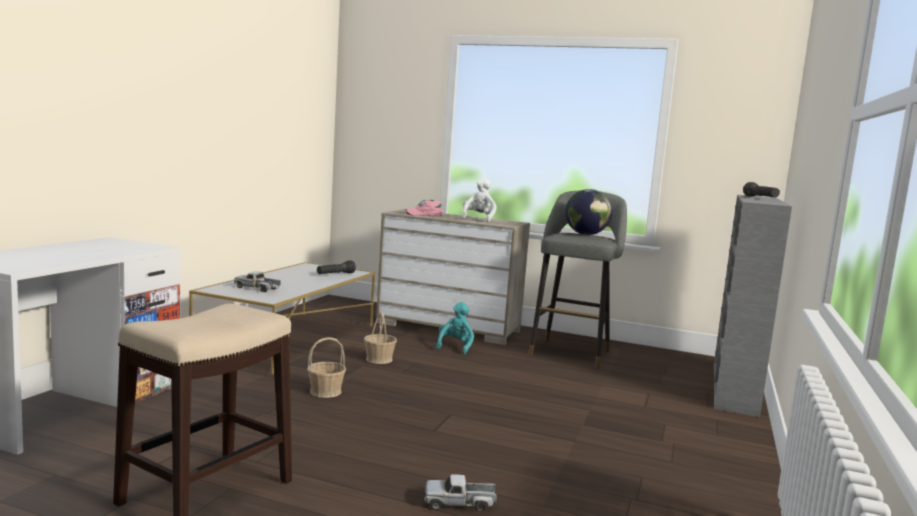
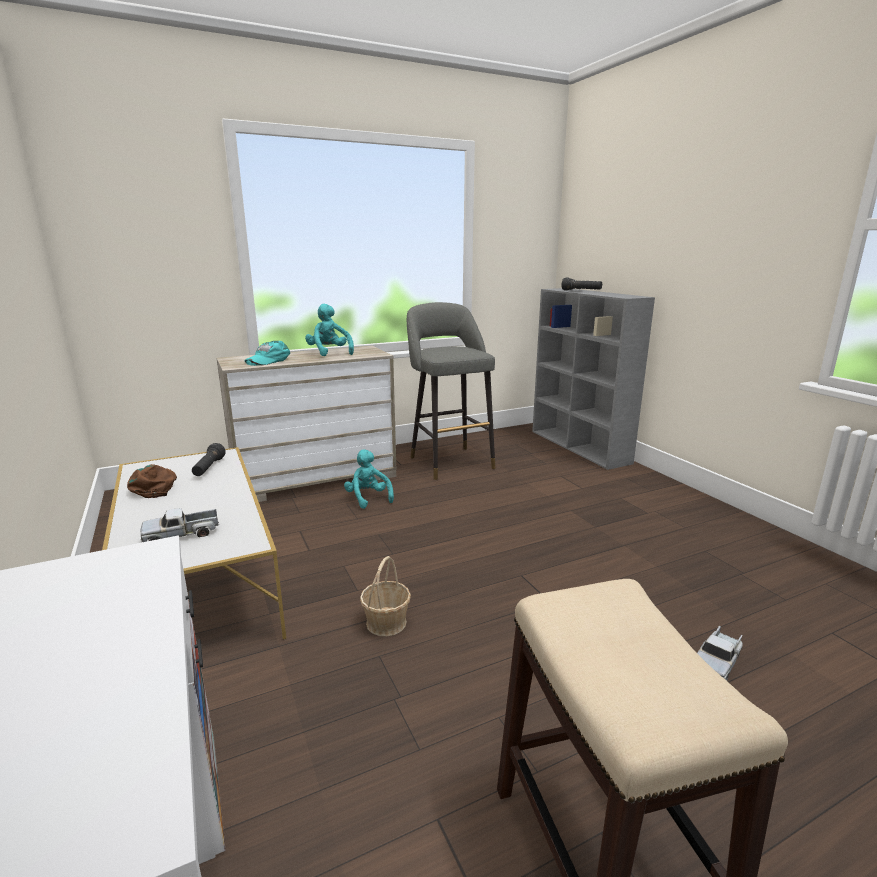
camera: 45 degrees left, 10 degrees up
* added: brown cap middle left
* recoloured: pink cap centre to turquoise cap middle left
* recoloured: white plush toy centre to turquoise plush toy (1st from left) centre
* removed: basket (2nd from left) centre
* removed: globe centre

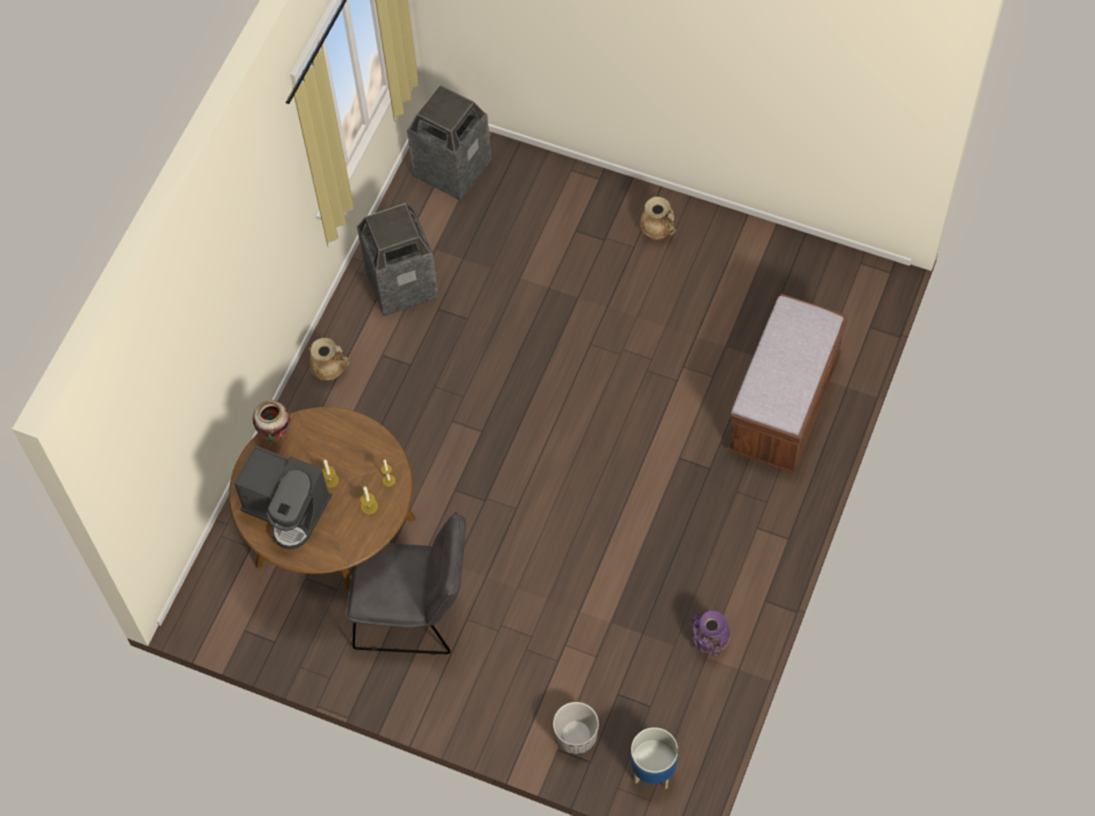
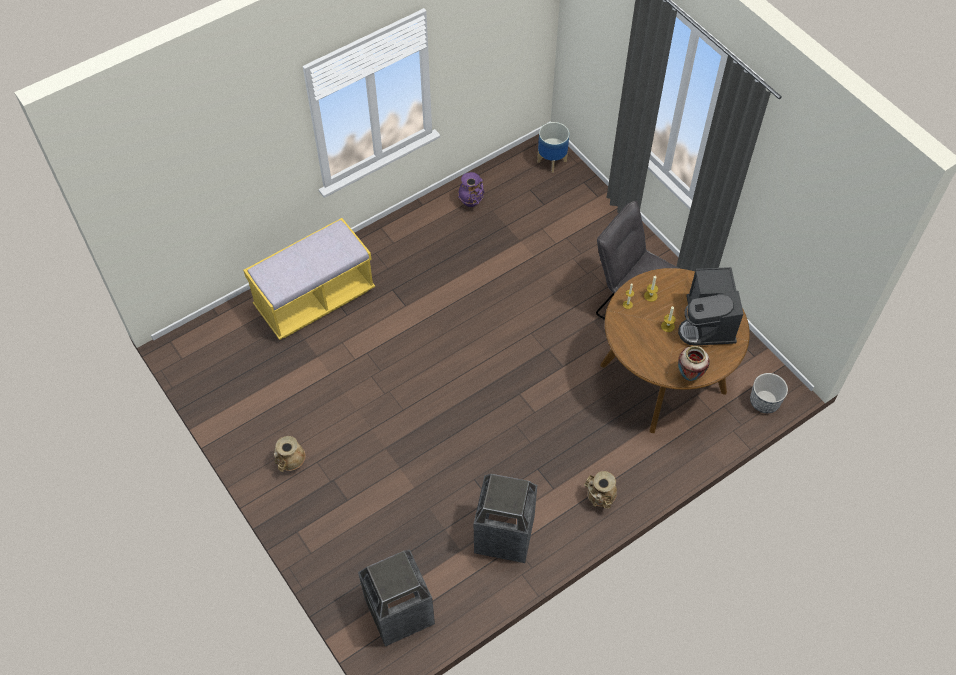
camera: 150 degrees left, 5 degrees down
* recoloured: brown bench middle right to yellow bench middle left
* turned: coffee machine middle left = middle right 150 degrees counterclockwise
* moved: planter (1st from left in the first image) bottom centre to planter (2nd from left) middle right

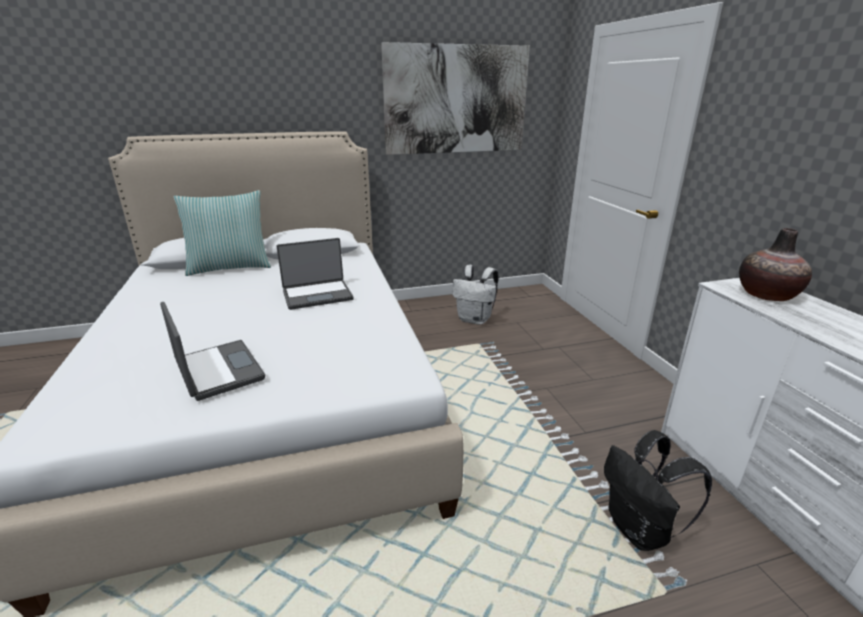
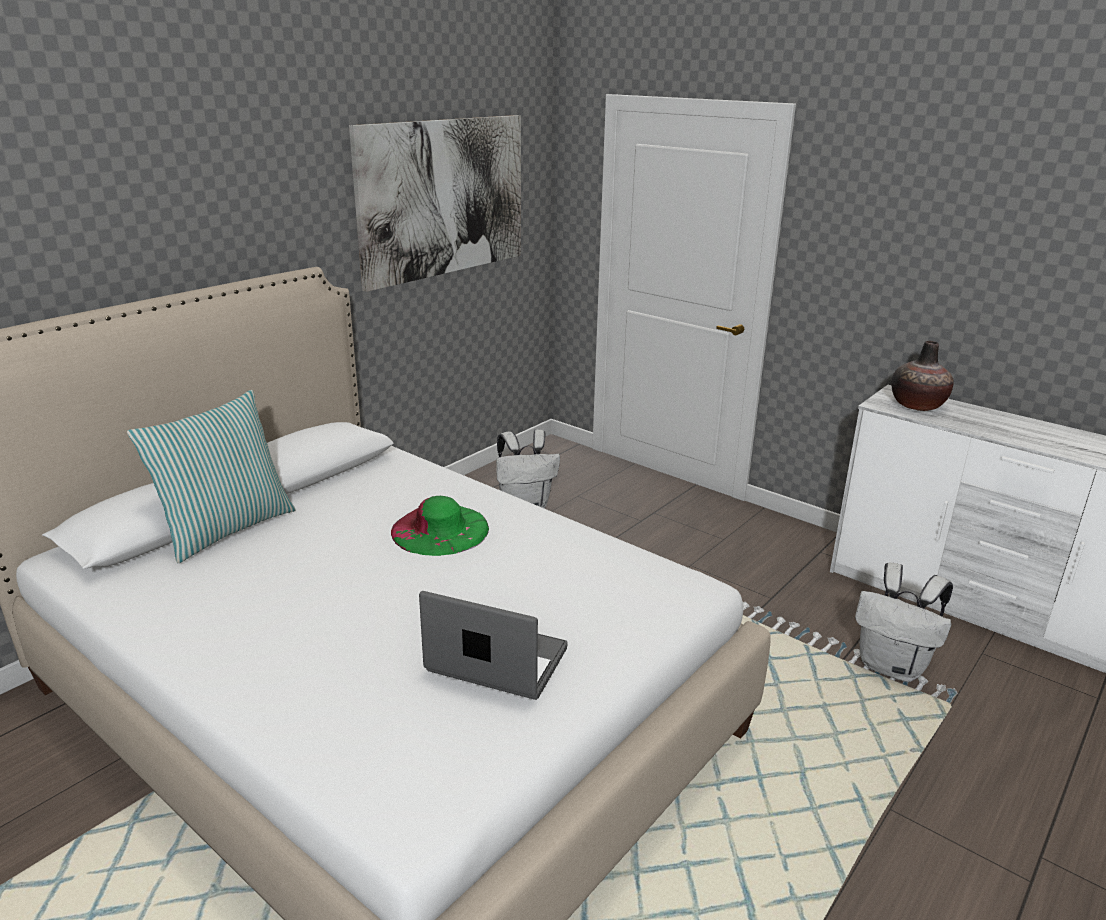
camera: 35 degrees left, 0 degrees up
* replaced: laptop (2nd from left) centre to green hat centre
* recoloured: black backpack bottom right to white backpack (2nd from left) bottom right

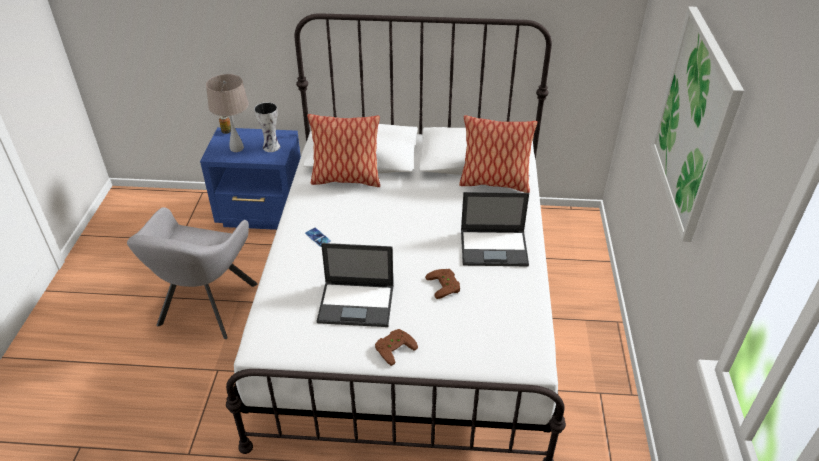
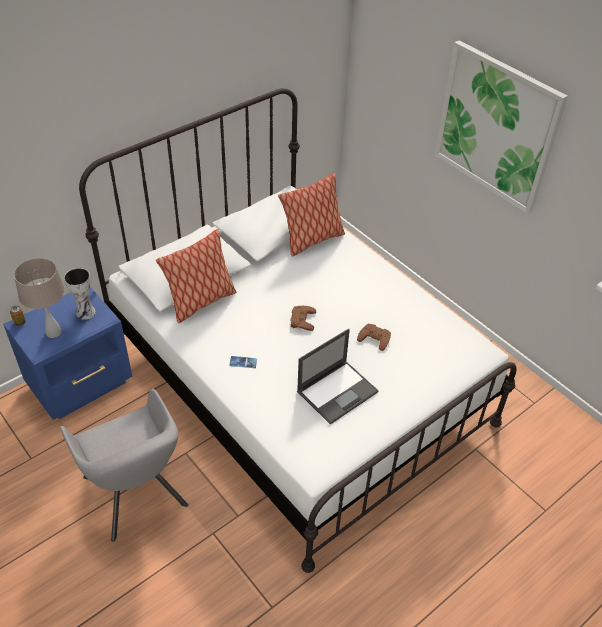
camera: 45 degrees left, 5 degrees up
* moved: brown game controller (1st from left) bottom centre to centre
* removed: laptop (2nd from left) centre

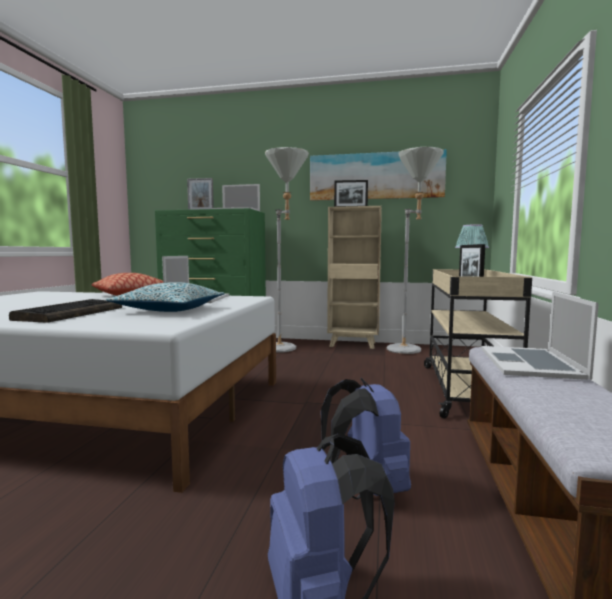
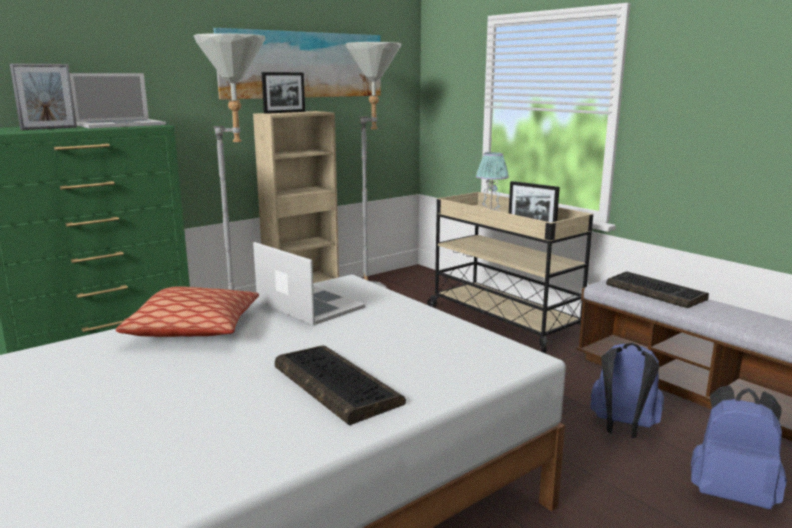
camera: 50 degrees left, 10 degrees up
* replaced: laptop (3rd from left) middle right to keyboard (2nd from left) middle right
* removed: pillow (2nd from left) middle left

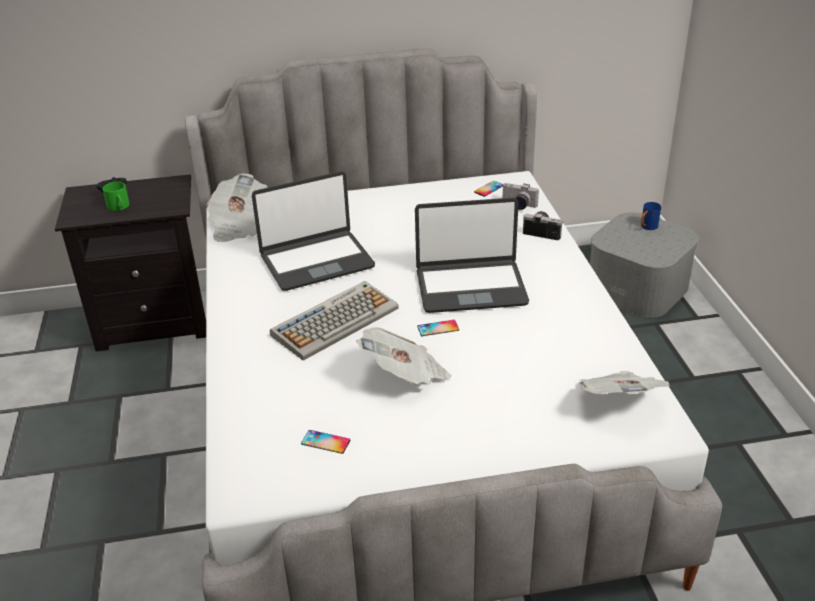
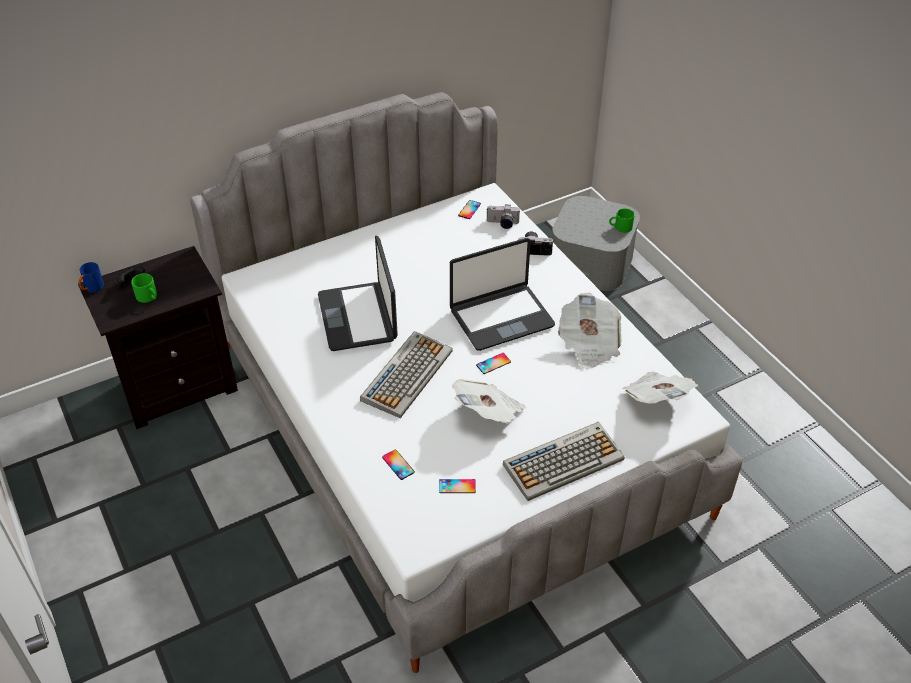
camera: 20 degrees left, 10 degrees up
* moved: blue mug middle right to middle left
* turned: laptop (1st from left) centre = centre 120 degrees clockwise
* added: phone (1st from left) bottom centre
* added: keyboard (2nd from left) bottom centre
* moved: newspaper (1st from left in the first image) middle left to newspaper (2nd from left) centre
* added: green mug (2nd from left) top right

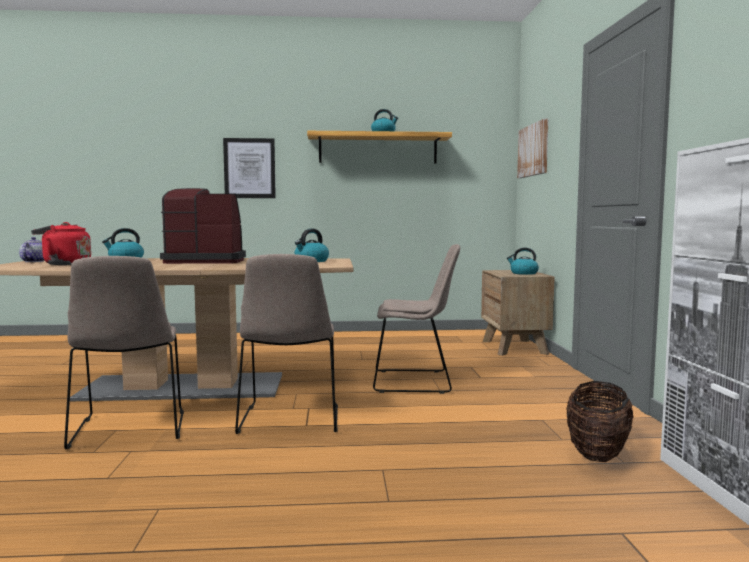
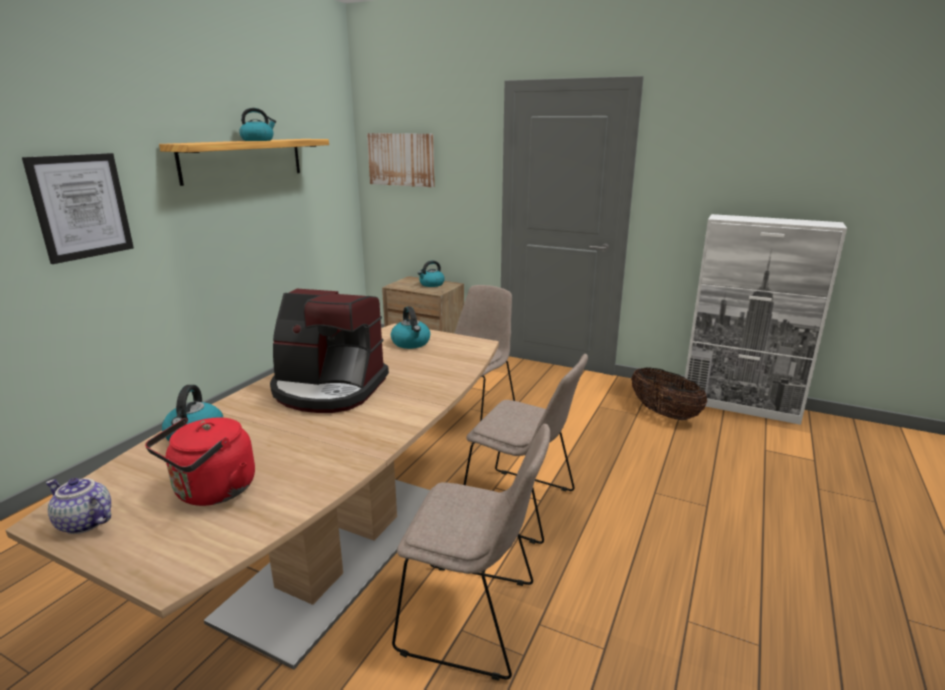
camera: 60 degrees left, 15 degrees up
* turned: coffee machine middle left = centre 105 degrees counterclockwise

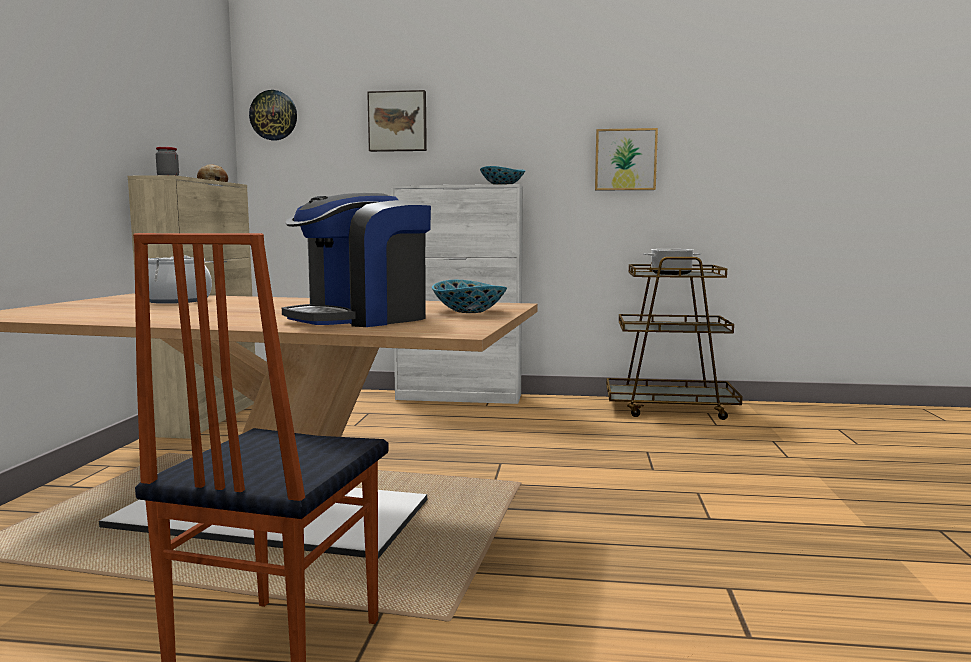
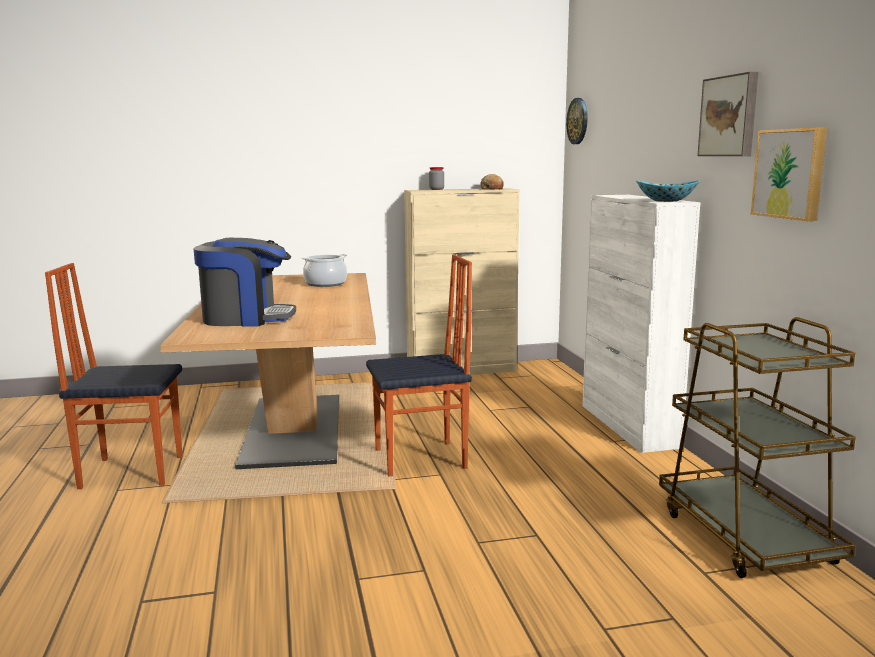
camera: 70 degrees right, 5 degrees up
* turned: coffee machine centre = middle left 150 degrees clockwise
* added: chair (2nd from left) centre
* moved: picture (1st from left) top centre to top right
* removed: bowl (1st from left) centre
* removed: cooking pot (2nd from left) middle right

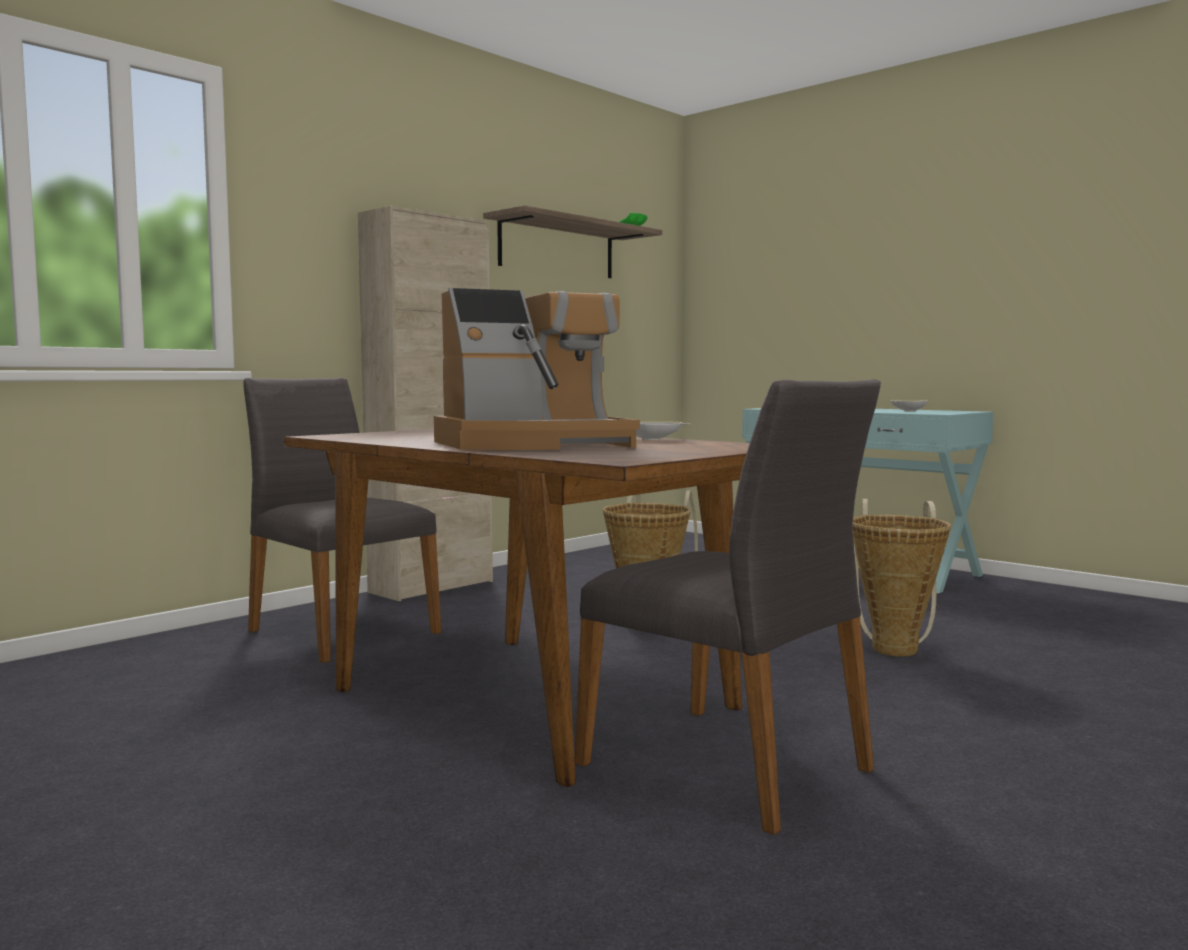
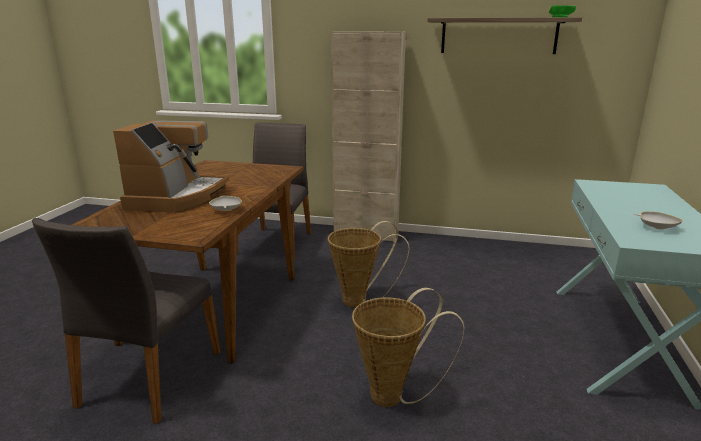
camera: 60 degrees right, 15 degrees up
* turned: coffee machine centre = middle left 120 degrees counterclockwise

